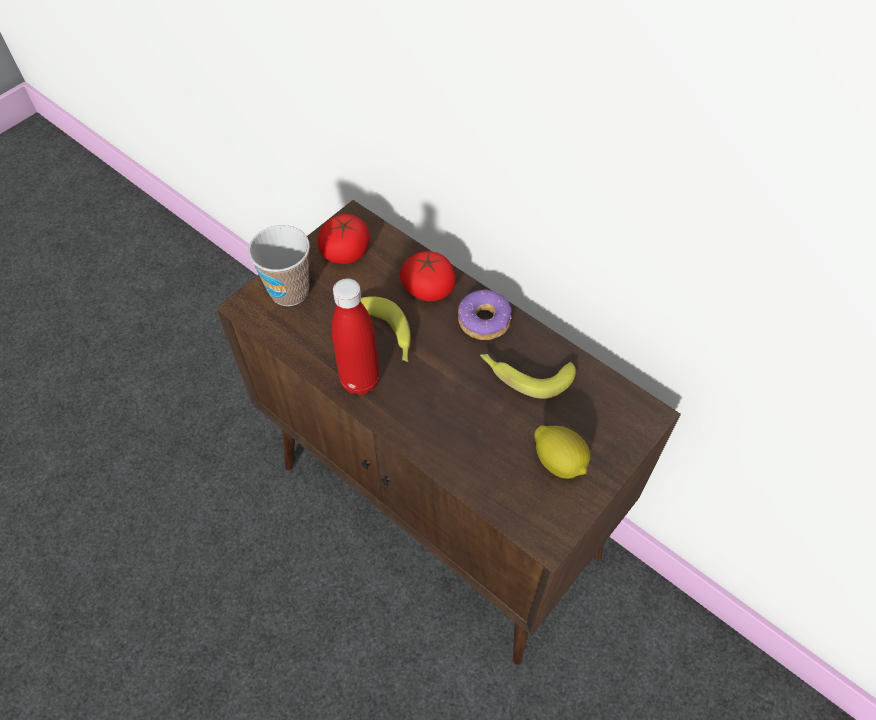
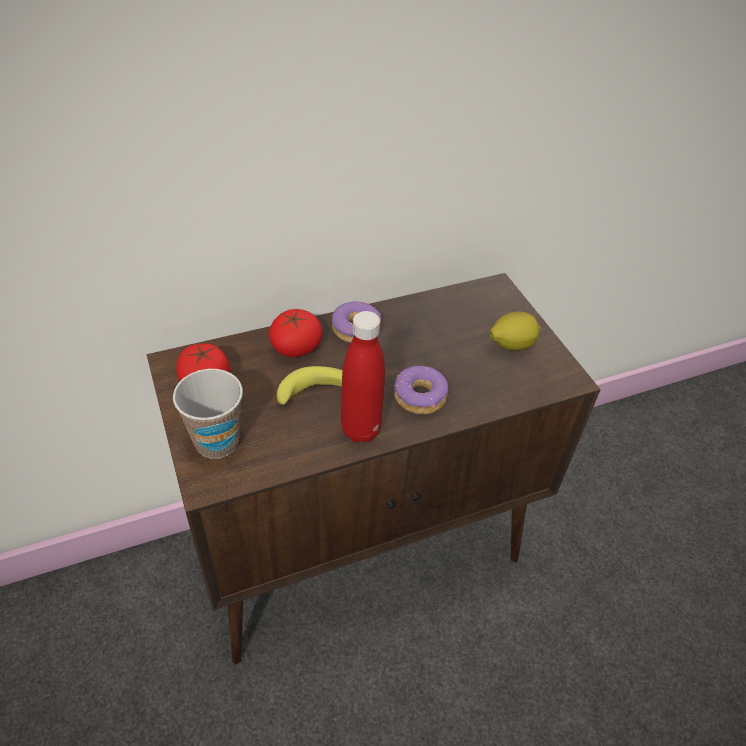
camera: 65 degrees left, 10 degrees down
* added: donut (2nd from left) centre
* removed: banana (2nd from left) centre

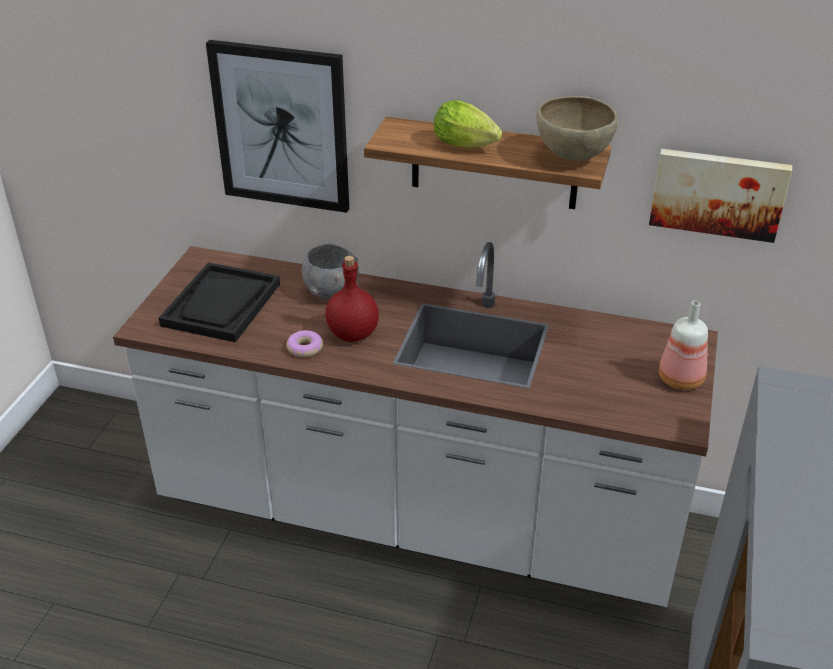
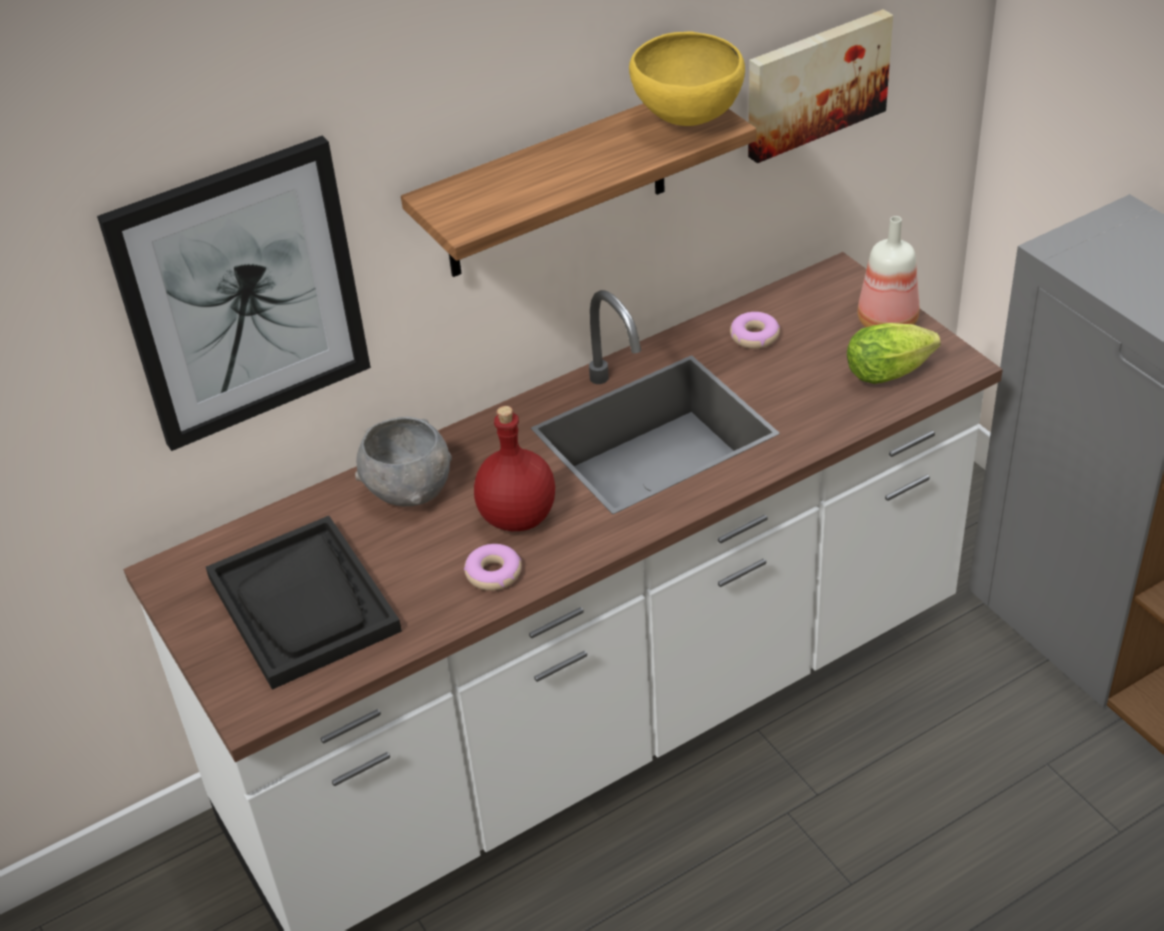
camera: 45 degrees left, 5 degrees up
* recoloured: brown bowl top right to yellow bowl top centre
* added: donut (2nd from left) centre
* moved: lettuce top centre to middle right

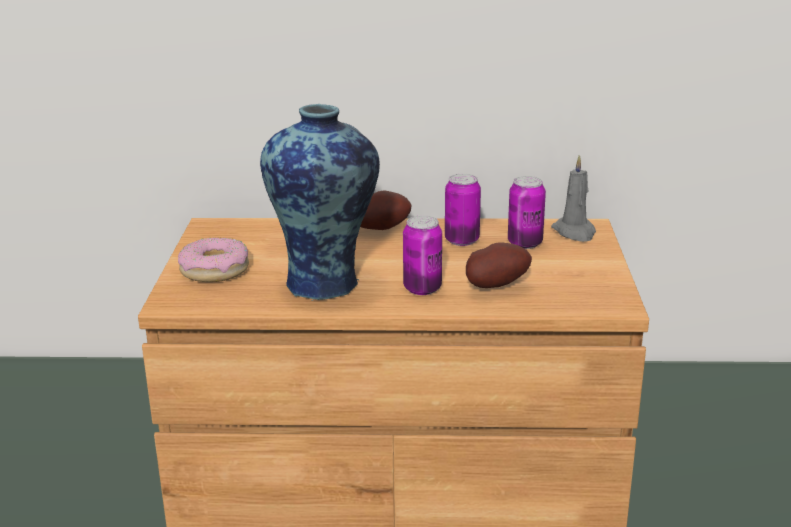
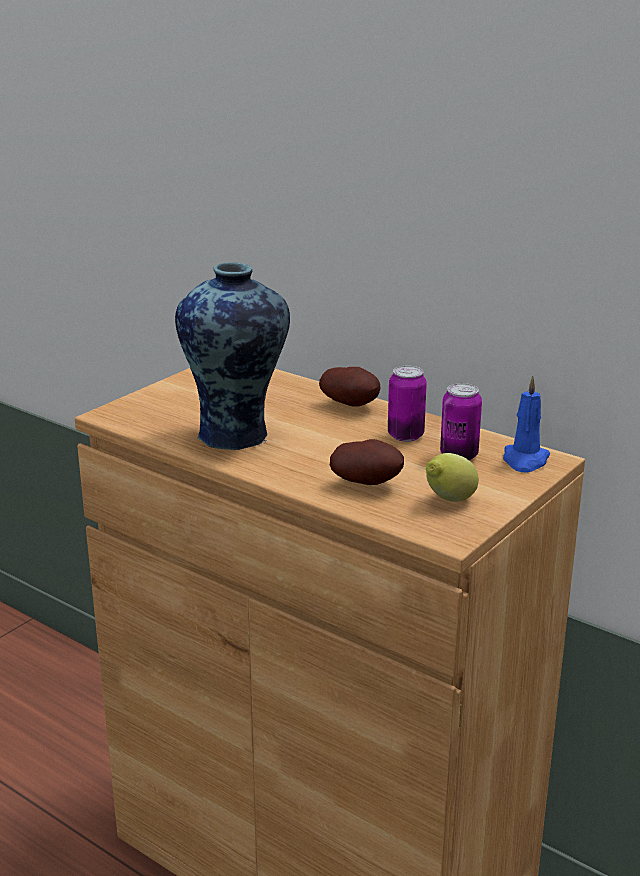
camera: 35 degrees right, 0 degrees up
* added: lemon middle right
* recoloured: grey candle middle right to blue candle middle right
* removed: donut middle left
* removed: can (1st from left) centre

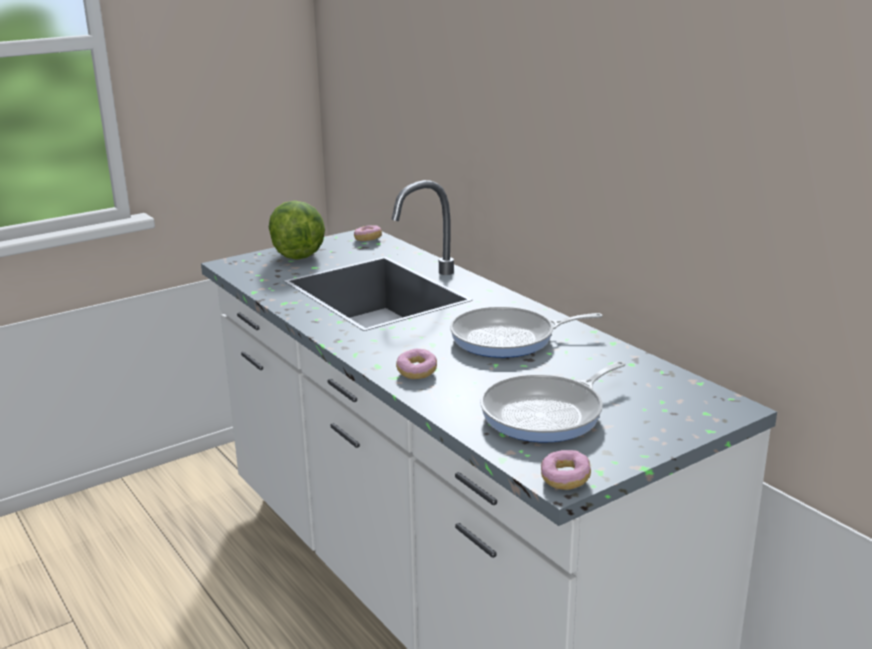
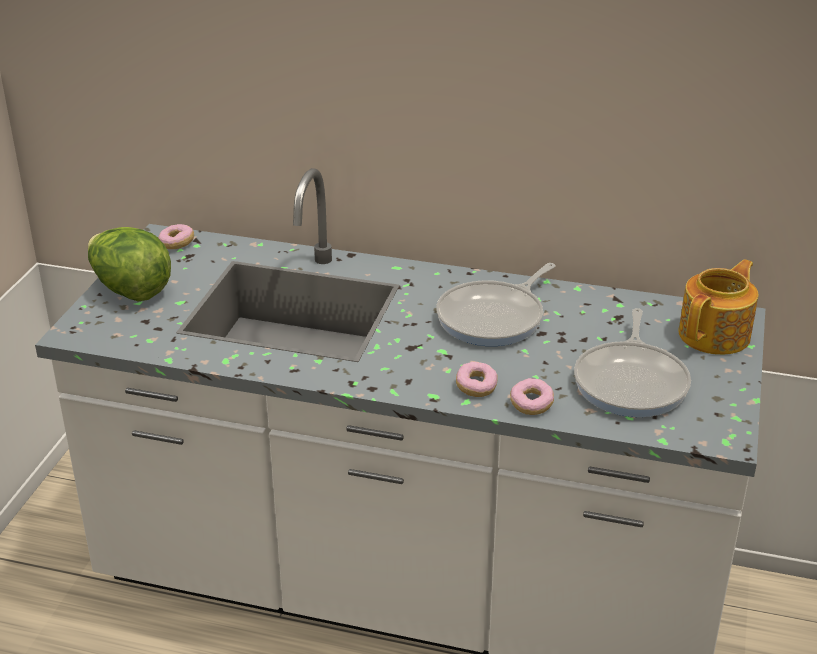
camera: 40 degrees left, 10 degrees up
* moved: donut (3rd from left) bottom centre to centre
* added: teapot middle right

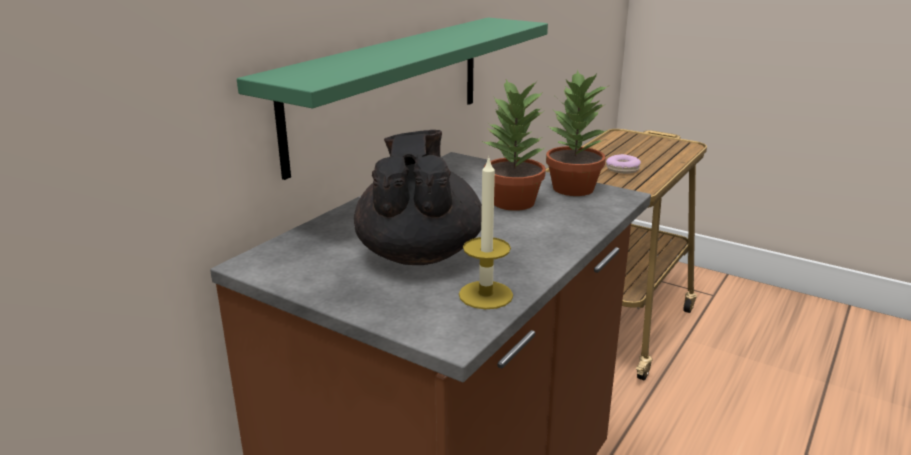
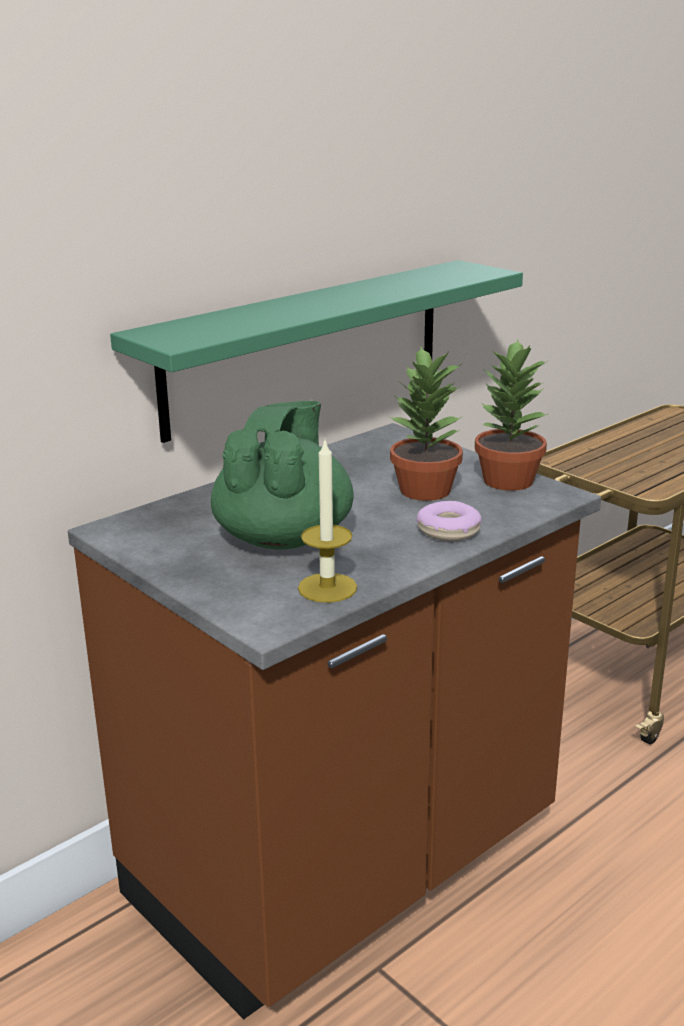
camera: 15 degrees right, 0 degrees up
* recoloured: black teapot centre to green teapot centre
* moved: donut middle right to centre

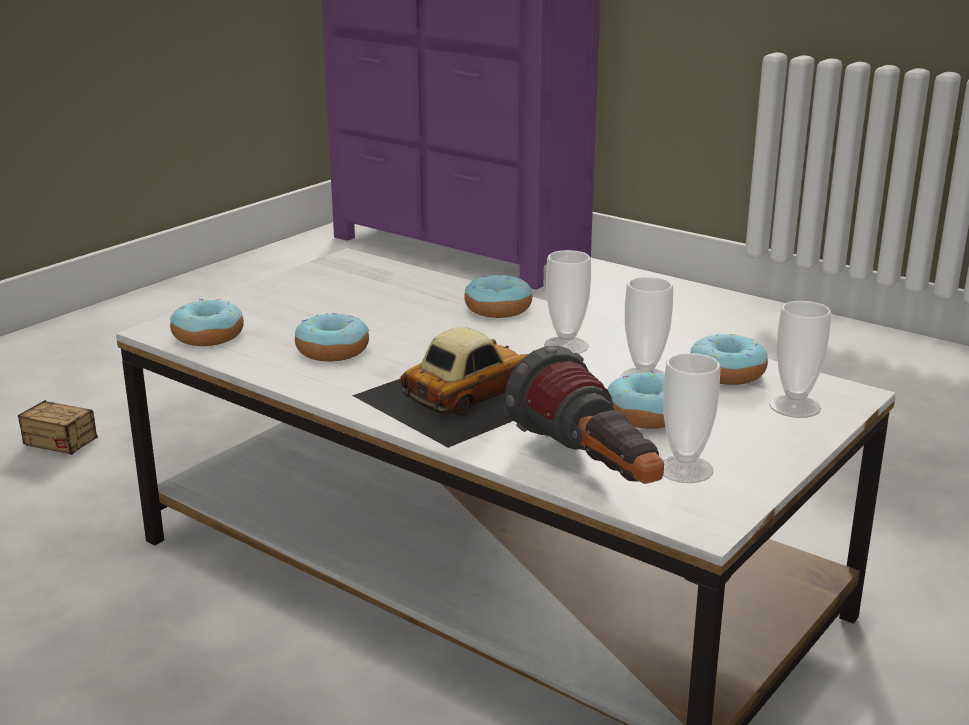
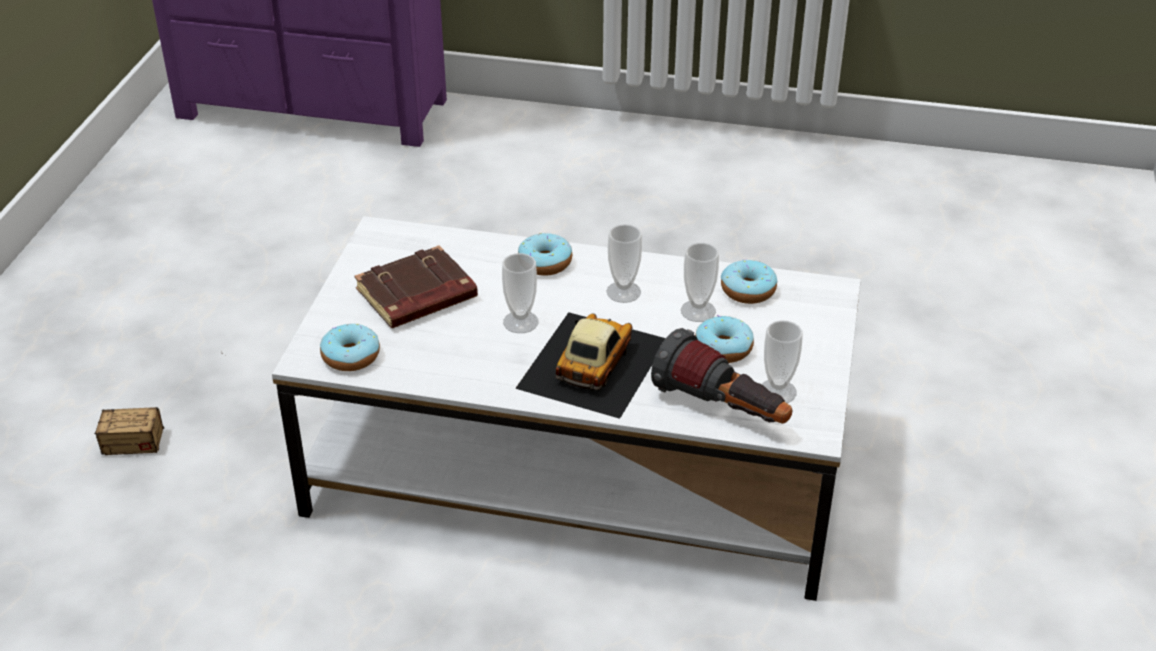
camera: 25 degrees left, 15 degrees up
* added: brown book centre
* moved: cup (4th from left in the first image) middle right to cup (1st from left) centre
* removed: donut (2nd from left) centre

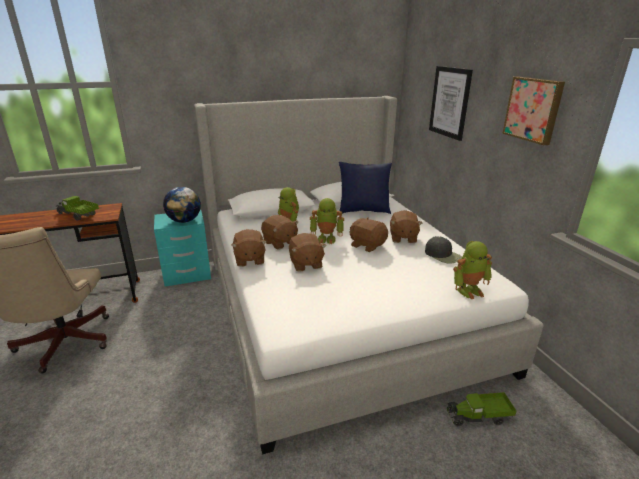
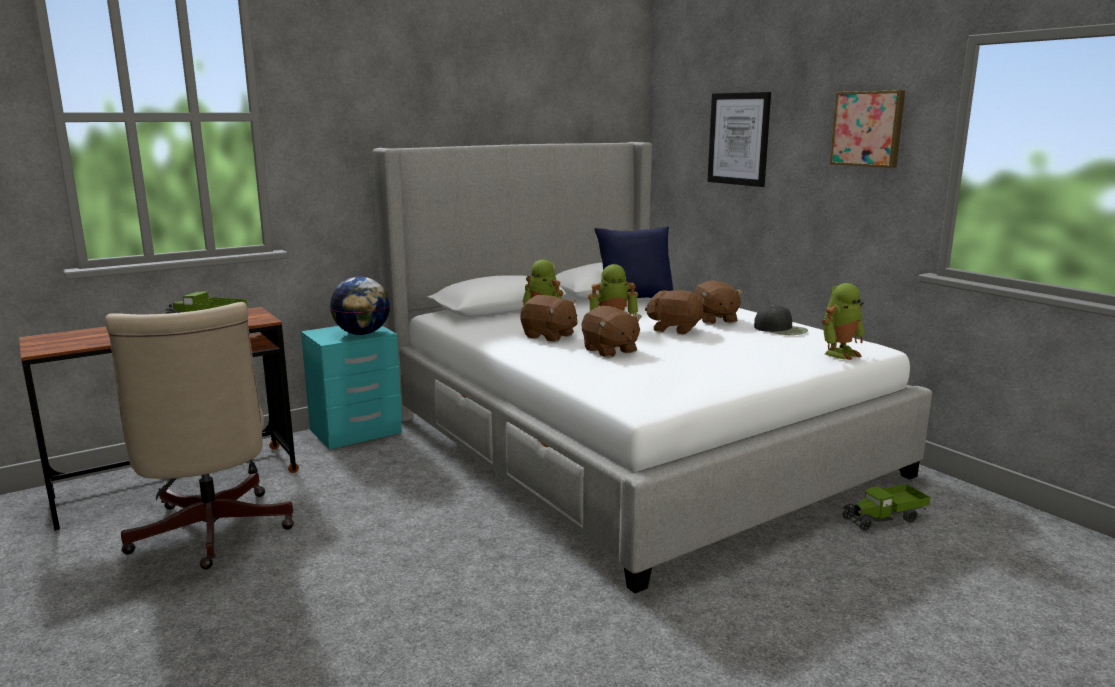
camera: 15 degrees left, 10 degrees down
* removed: brown plush toy (1st from left) centre

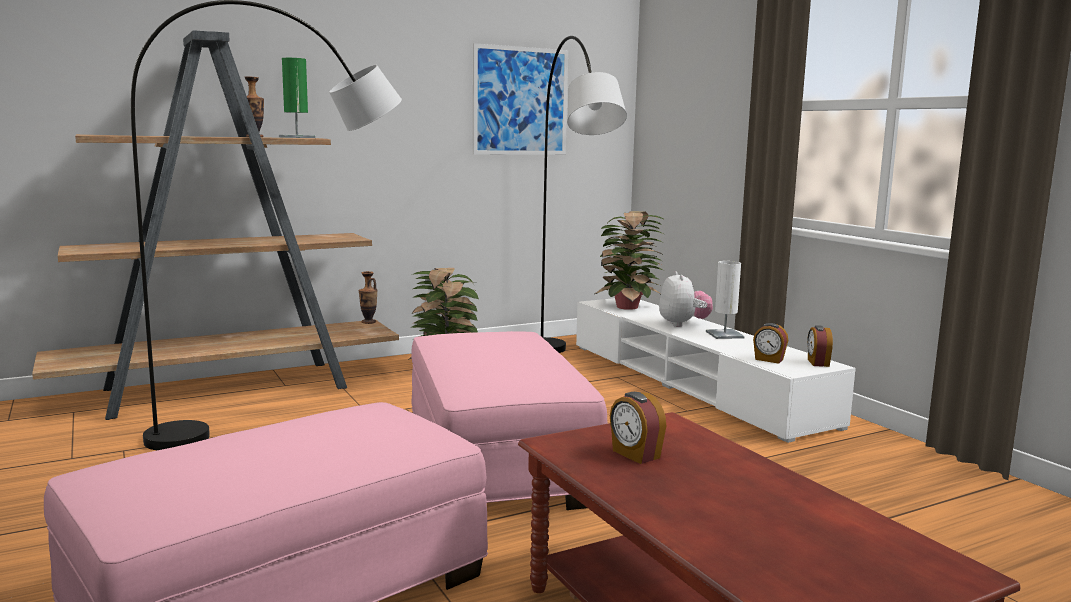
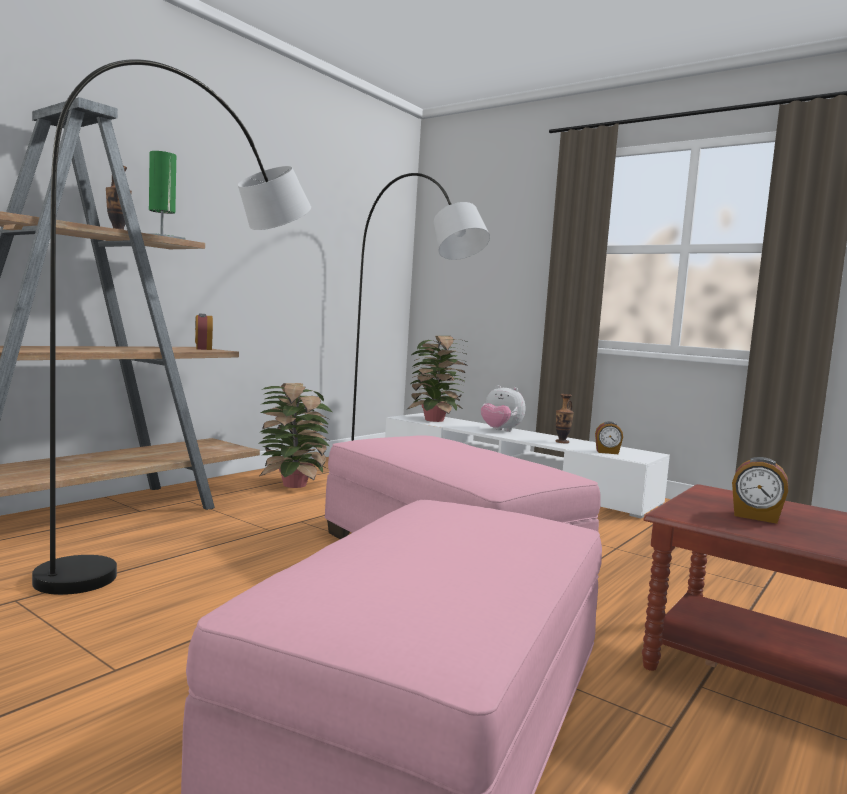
camera: 25 degrees left, 5 degrees down
* moved: alarm clock (3rd from left in the first image) middle right to alarm clock (1st from left) middle left
* turned: plush toy centre = centre 150 degrees clockwise
* moved: vase (2nd from left) centre to middle right
* removed: picture top centre
* removed: white table lamp middle right

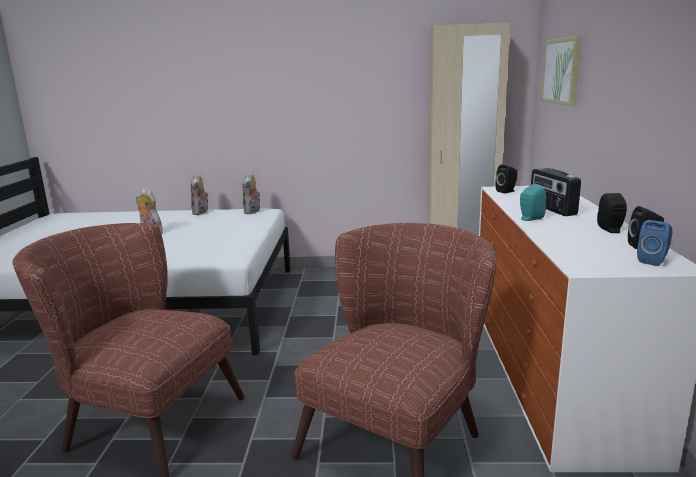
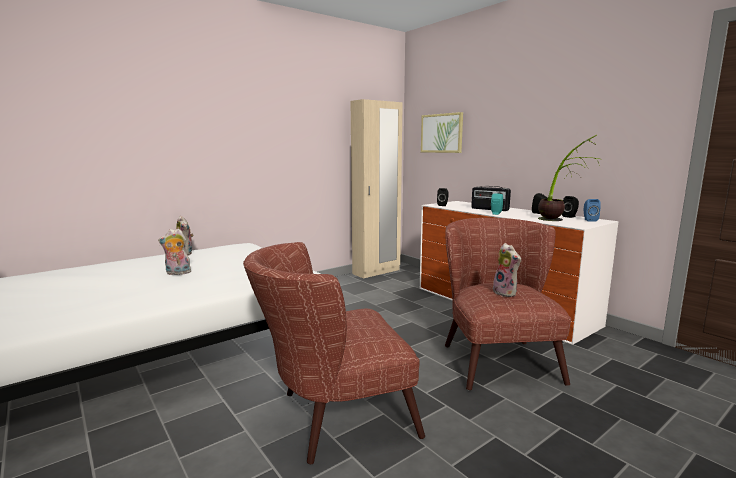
camera: 40 degrees left, 5 degrees down
* moved: plush toy (3rd from left) centre to middle right
* added: potted plant middle right

